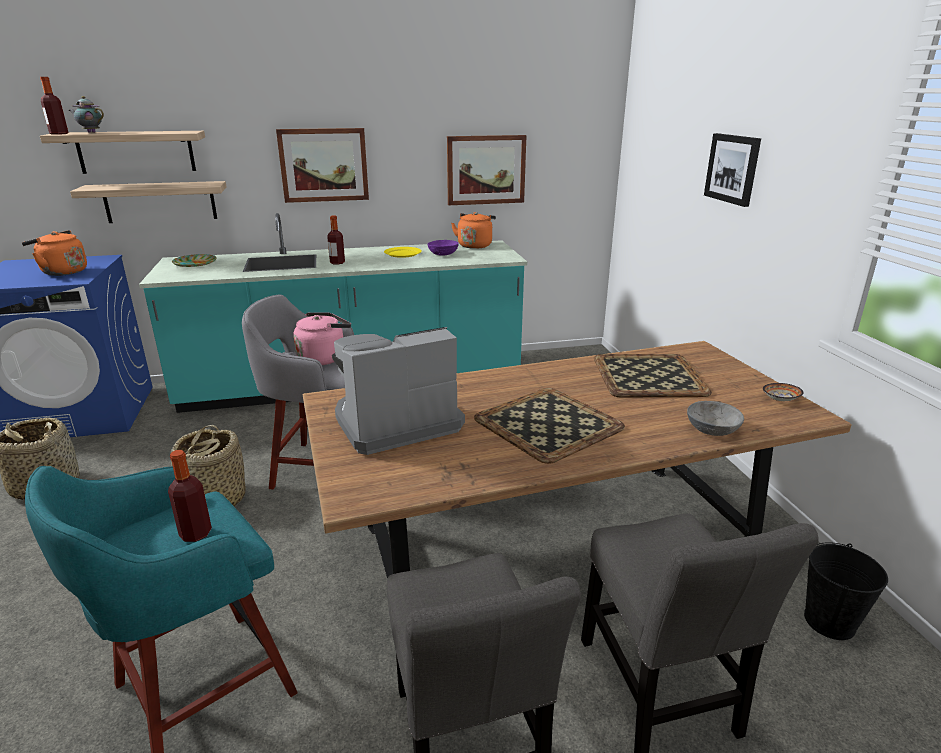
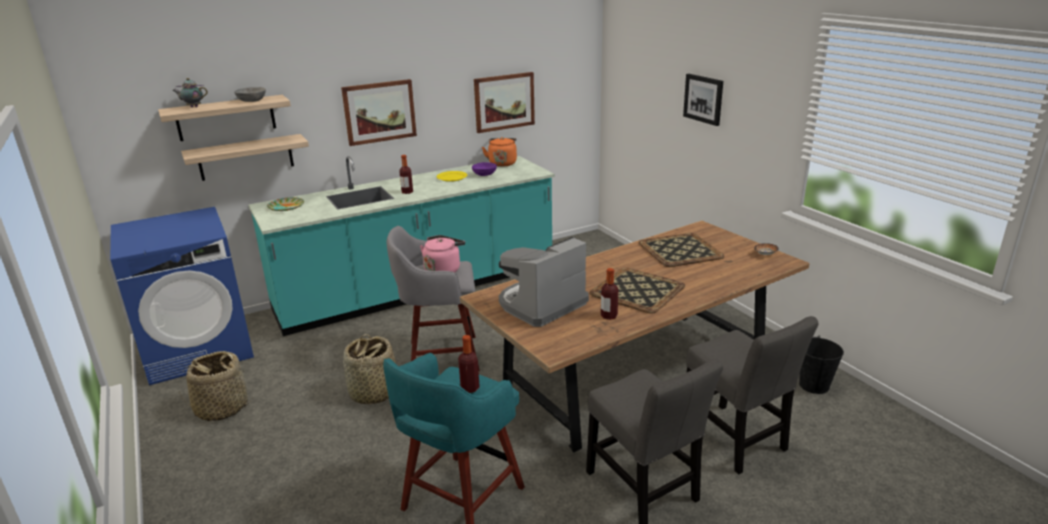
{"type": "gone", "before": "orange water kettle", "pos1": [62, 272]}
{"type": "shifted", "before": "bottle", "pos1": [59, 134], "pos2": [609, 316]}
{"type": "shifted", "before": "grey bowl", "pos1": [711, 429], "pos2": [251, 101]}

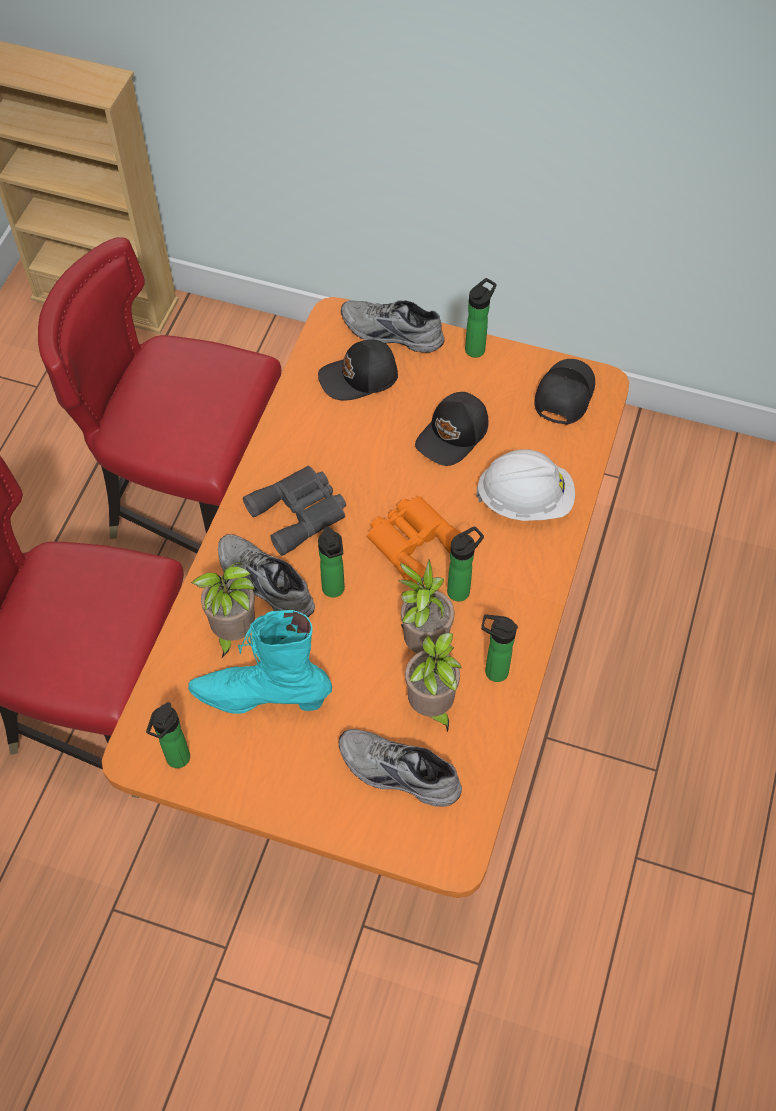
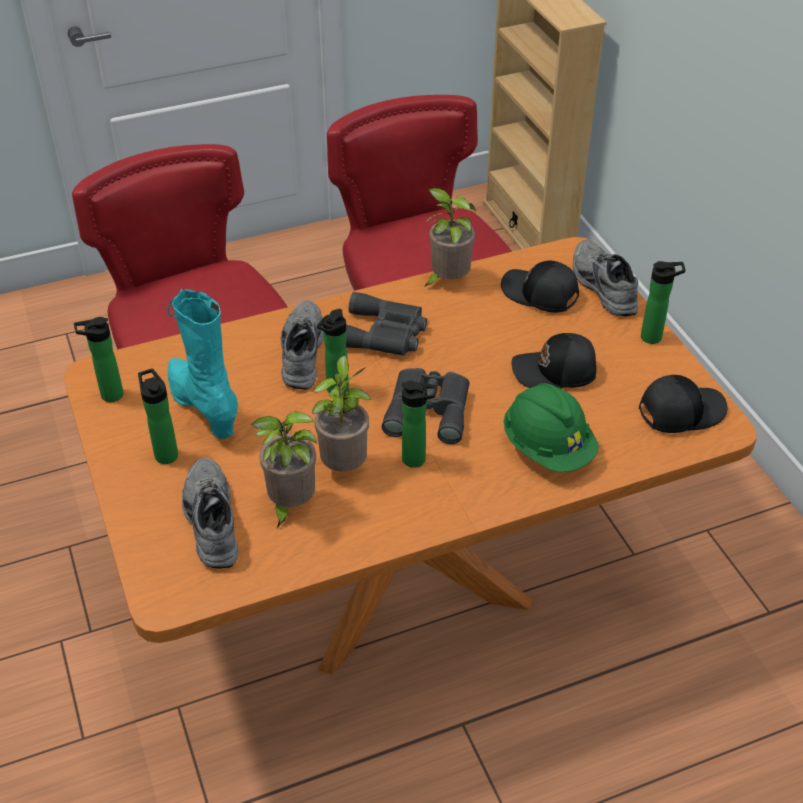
{"type": "shifted", "before": "potted plant", "pos1": [232, 633], "pos2": [447, 281]}
{"type": "shifted", "before": "bottle", "pos1": [492, 671], "pos2": [165, 453]}
{"type": "repainted", "before": "orange binoculars", "after": "grey binoculars", "pos1": [415, 543], "pos2": [429, 409]}
{"type": "repainted", "before": "white-coloured work helmet", "after": "green work helmet", "pos1": [525, 500], "pos2": [547, 448]}

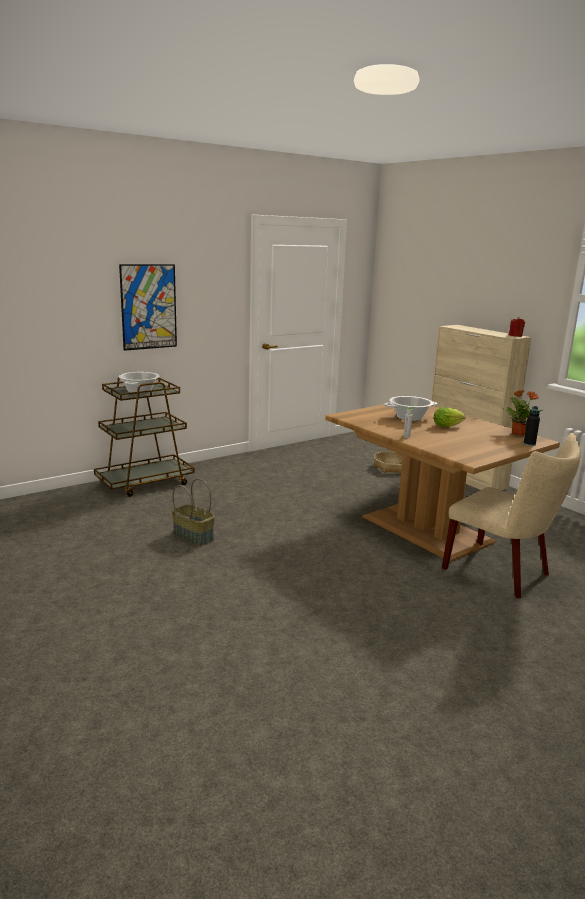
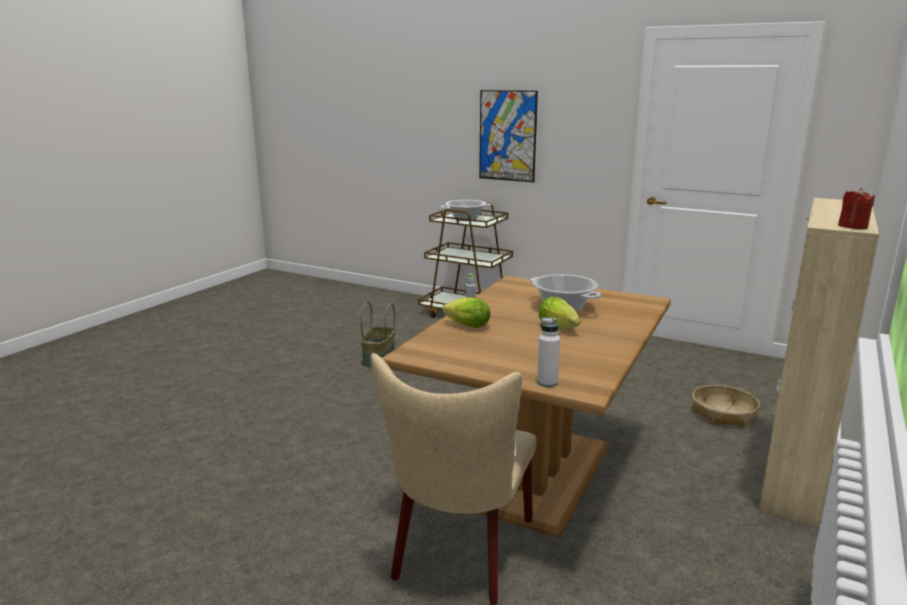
{"type": "gone", "before": "potted plant", "pos1": [518, 433]}
{"type": "new", "after": "head of lettuce", "pos2": [465, 326]}
{"type": "repainted", "before": "black-coloured bottle", "after": "white-coloured bottle", "pos1": [529, 444], "pos2": [547, 383]}

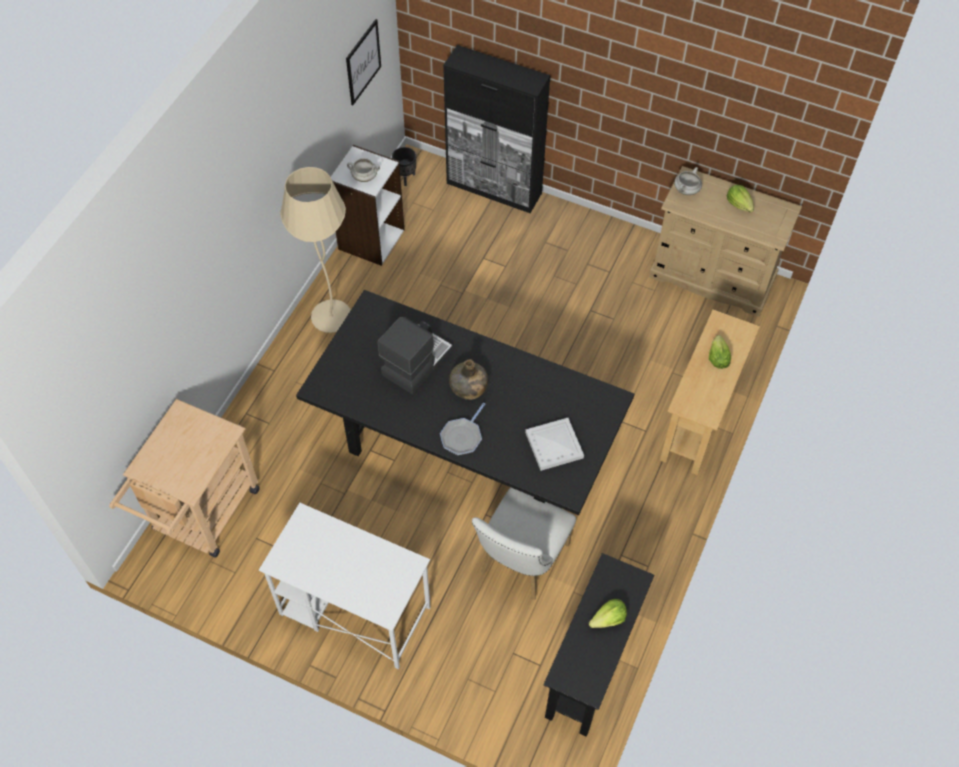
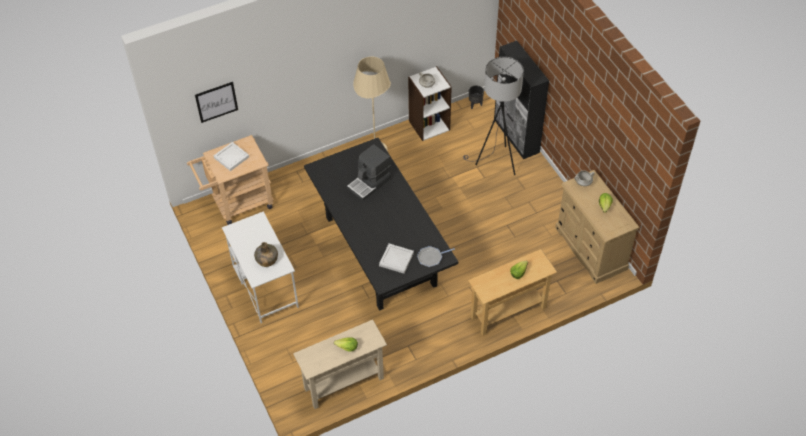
{"type": "gone", "before": "white-coloured plain chair", "pos1": [520, 563]}
{"type": "new", "after": "white-coloured tray", "pos2": [231, 157]}
{"type": "new", "after": "grey standing lamp", "pos2": [495, 163]}
{"type": "shifted", "before": "wall art", "pos1": [363, 62], "pos2": [216, 102]}
{"type": "shifted", "before": "skillet", "pos1": [462, 436], "pos2": [431, 257]}
{"type": "shifted", "before": "green bottle", "pos1": [468, 388], "pos2": [266, 260]}
{"type": "repainted", "before": "black-coloured hall table", "after": "sand-coloured hall table", "pos1": [590, 669], "pos2": [344, 383]}
{"type": "rotated", "before": "coffee machine", "pos1": [415, 362], "pos2": [369, 183], "turn": 150}

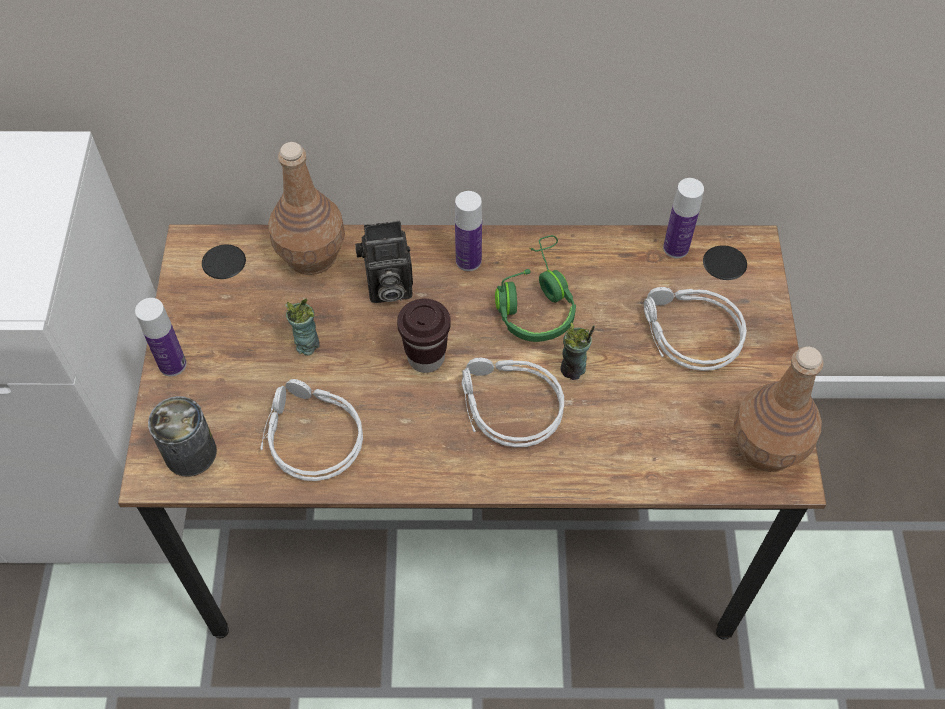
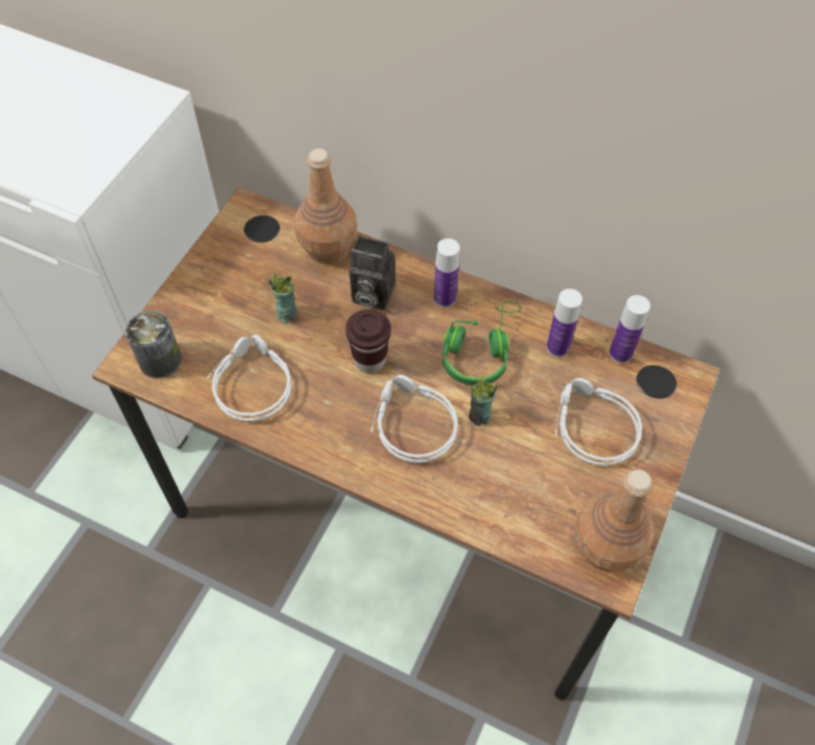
{"type": "shifted", "before": "bottle", "pos1": [172, 364], "pos2": [557, 347]}

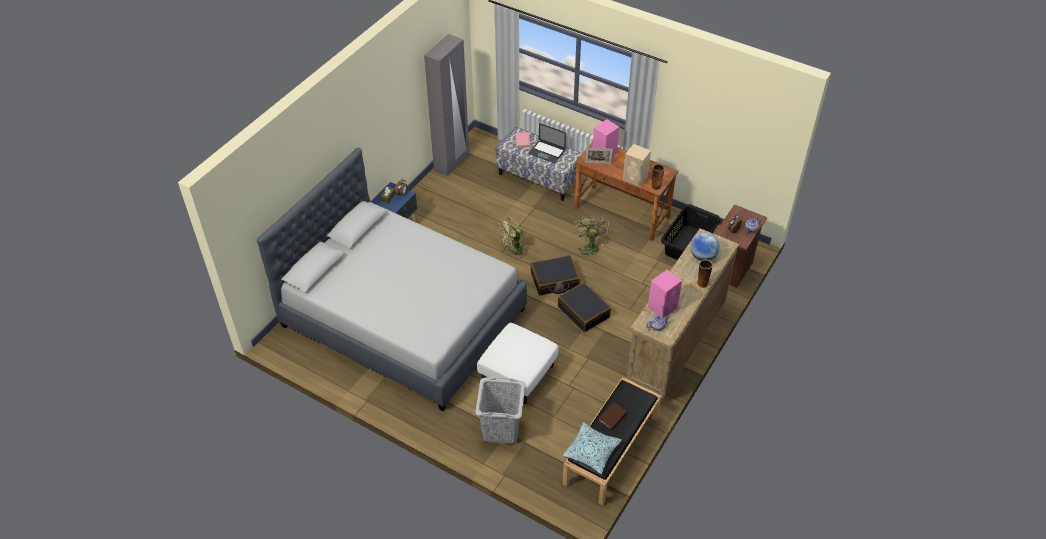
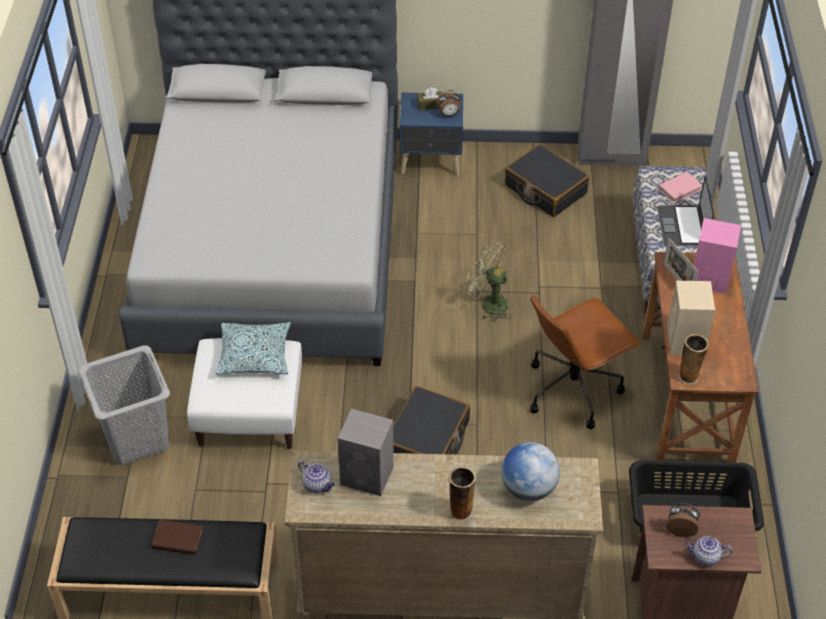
{"type": "shifted", "before": "black-coloured piece of luggage", "pos1": [554, 280], "pos2": [545, 189]}
{"type": "shifted", "before": "pillow", "pos1": [591, 451], "pos2": [254, 355]}
{"type": "swapped", "before": "green fan", "after": "brown computer chair", "pos1": [590, 246], "pos2": [573, 389]}
{"type": "repainted", "before": "pink-coloured speaker", "after": "grey speaker", "pos1": [663, 306], "pos2": [368, 476]}

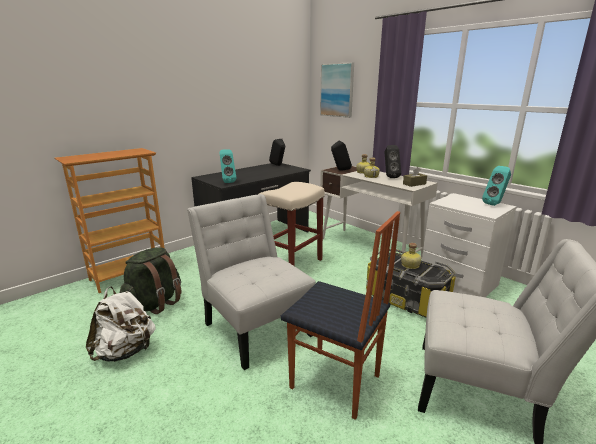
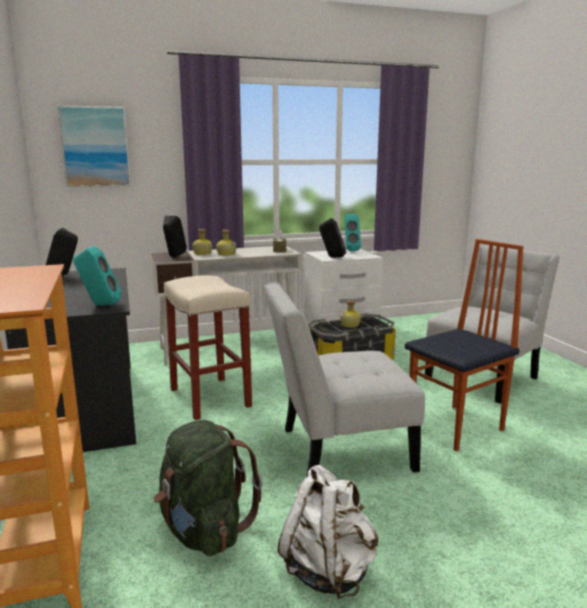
{"type": "shifted", "before": "black-coloured speaker", "pos1": [389, 177], "pos2": [332, 257]}

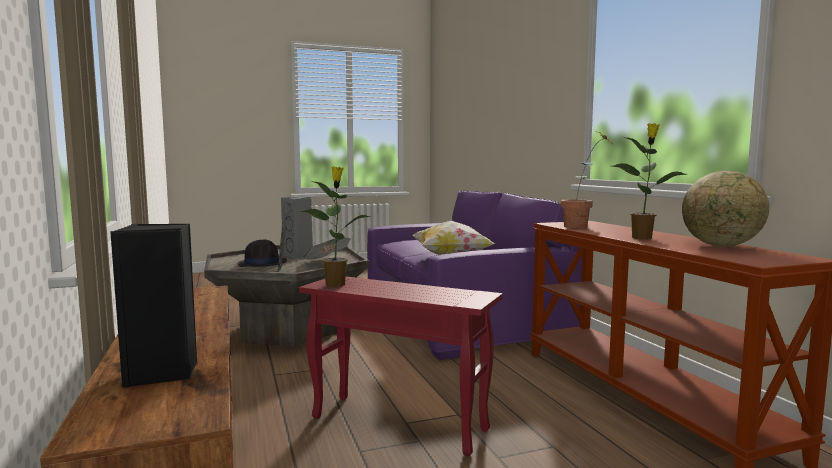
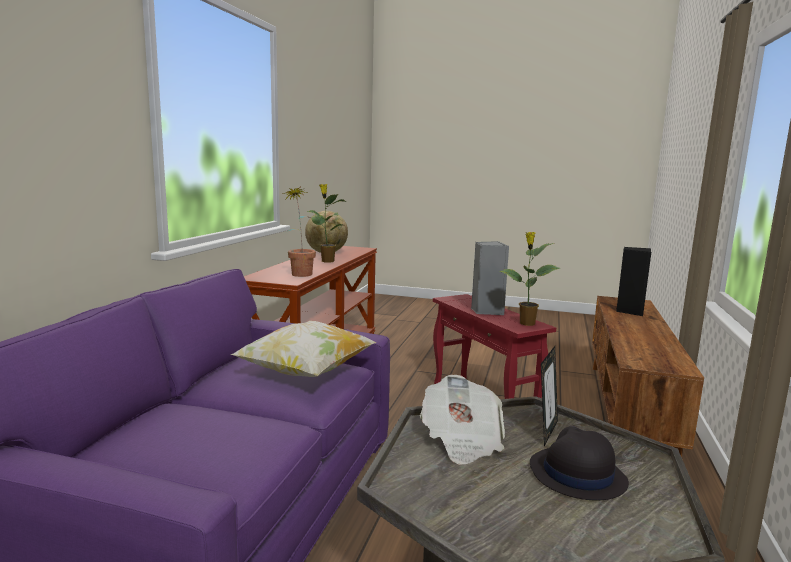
{"type": "shifted", "before": "grey speaker", "pos1": [298, 256], "pos2": [486, 311]}

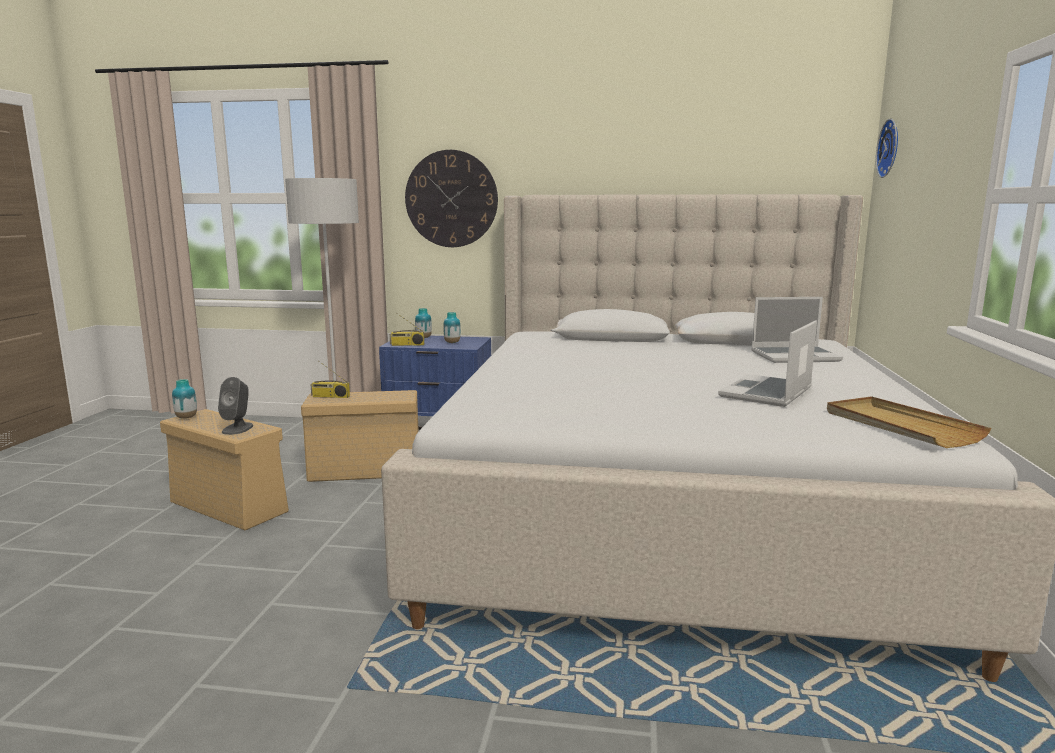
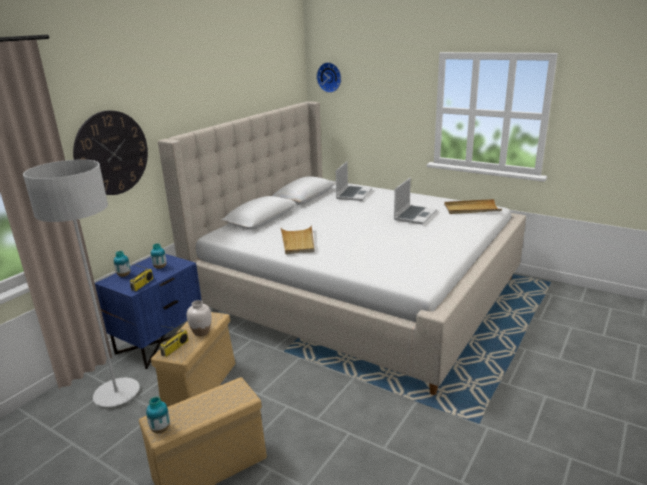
{"type": "gone", "before": "grey speaker", "pos1": [238, 428]}
{"type": "new", "after": "white-coloured decorative vase", "pos2": [201, 332]}
{"type": "new", "after": "sand-coloured tray", "pos2": [298, 242]}
{"type": "rotated", "before": "portable computer", "pos1": [767, 393], "pos2": [414, 215], "turn": -120}

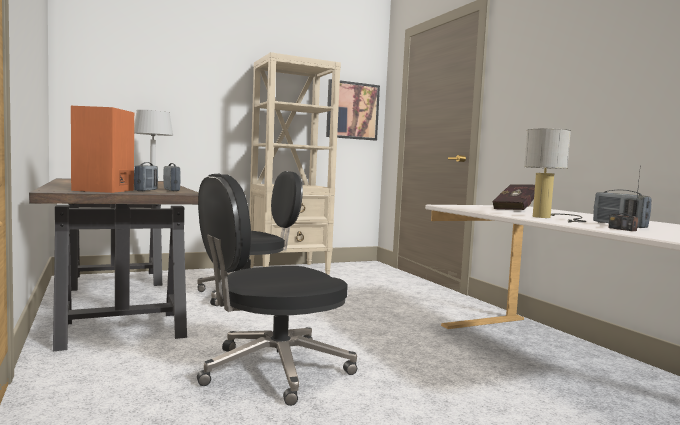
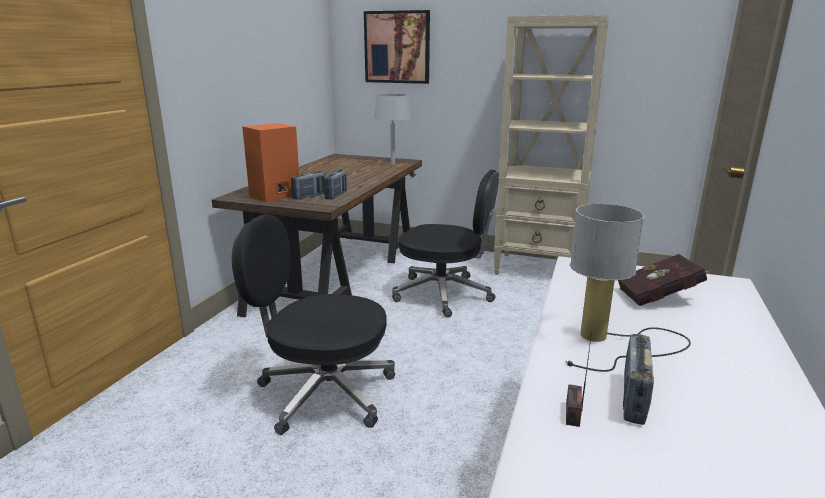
{"type": "shifted", "before": "wall art", "pos1": [352, 110], "pos2": [397, 47]}

